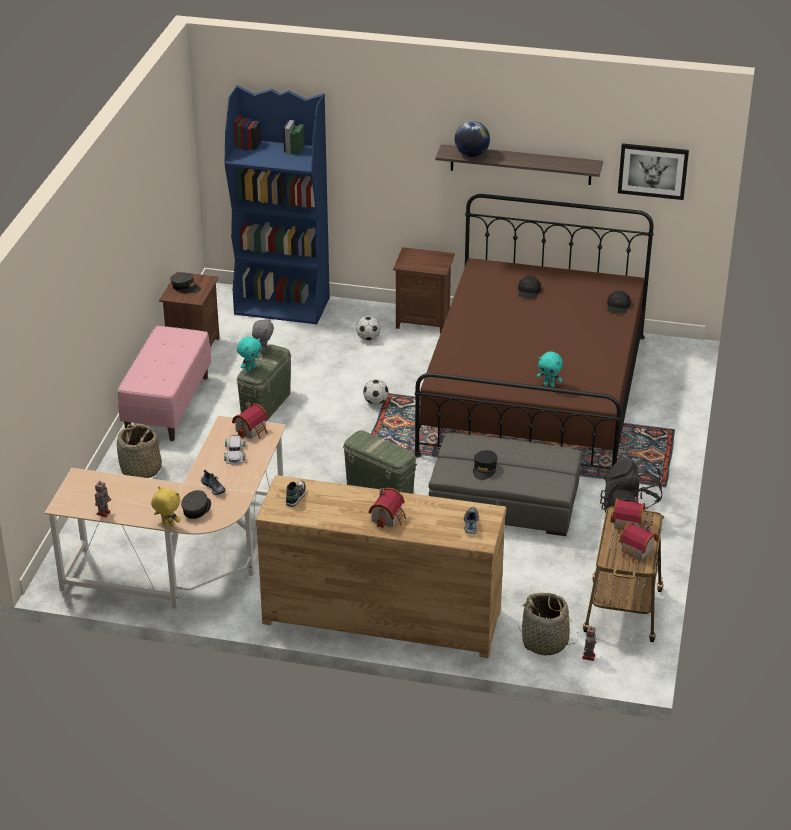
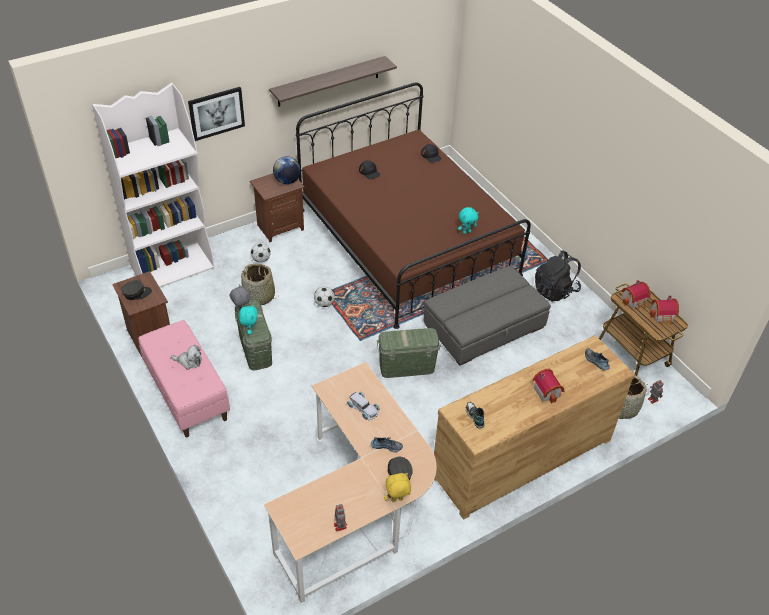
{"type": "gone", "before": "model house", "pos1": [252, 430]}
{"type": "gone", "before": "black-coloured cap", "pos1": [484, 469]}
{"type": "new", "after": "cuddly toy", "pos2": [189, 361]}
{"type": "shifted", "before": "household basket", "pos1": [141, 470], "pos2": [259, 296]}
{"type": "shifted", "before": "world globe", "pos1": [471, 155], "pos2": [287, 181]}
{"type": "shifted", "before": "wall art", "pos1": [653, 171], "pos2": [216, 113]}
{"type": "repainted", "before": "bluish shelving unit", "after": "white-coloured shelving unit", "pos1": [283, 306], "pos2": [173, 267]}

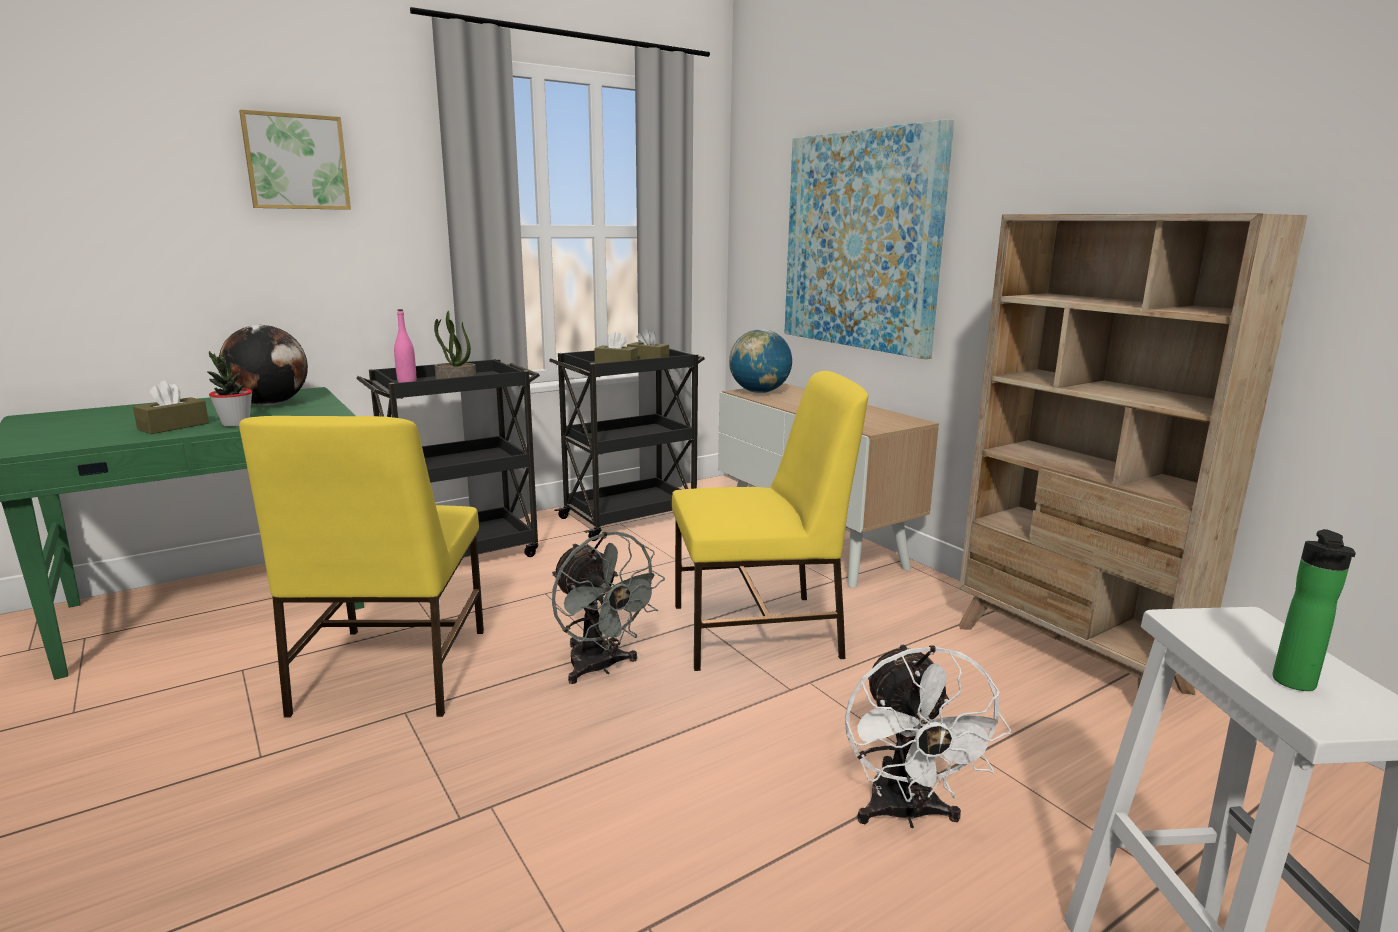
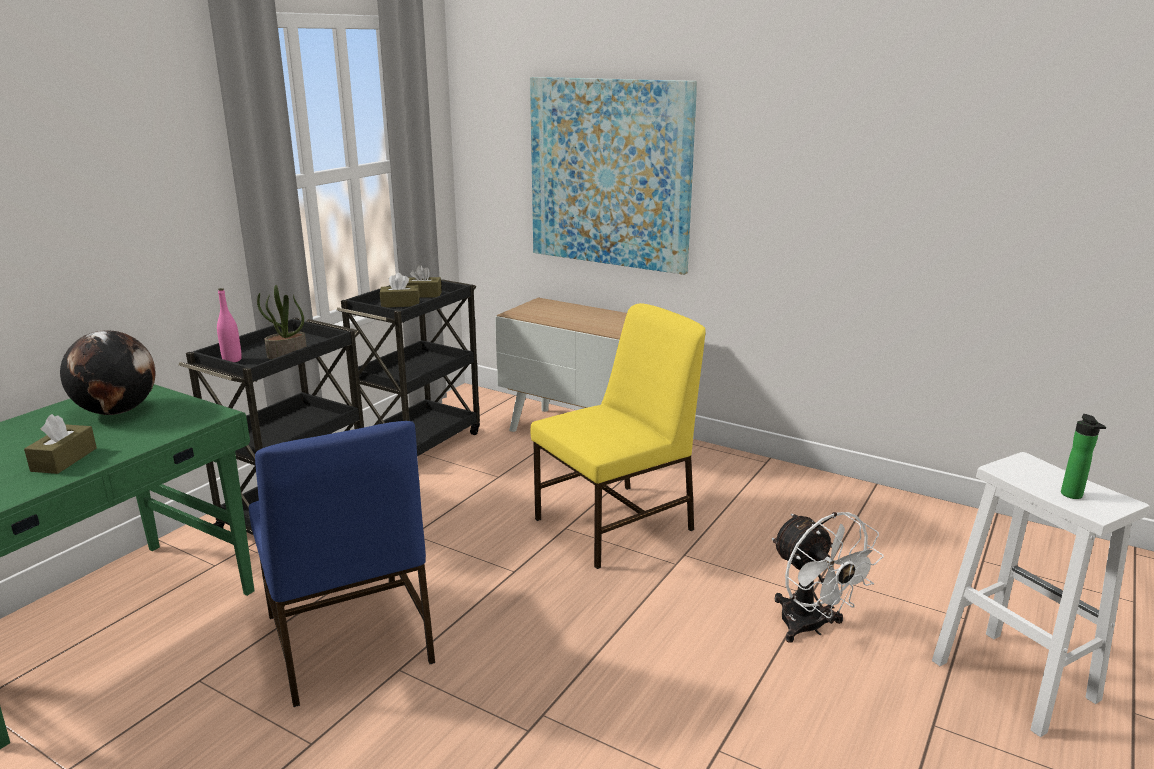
{"type": "gone", "before": "potted plant", "pos1": [235, 424]}
{"type": "gone", "before": "wall art", "pos1": [296, 162]}
{"type": "gone", "before": "grey fan", "pos1": [600, 668]}
{"type": "gone", "before": "world globe", "pos1": [759, 392]}
{"type": "gone", "before": "sand-coloured shelving unit", "pos1": [1068, 658]}
{"type": "repainted", "before": "yellowish plain chair", "after": "bluish plain chair", "pos1": [390, 672], "pos2": [348, 641]}

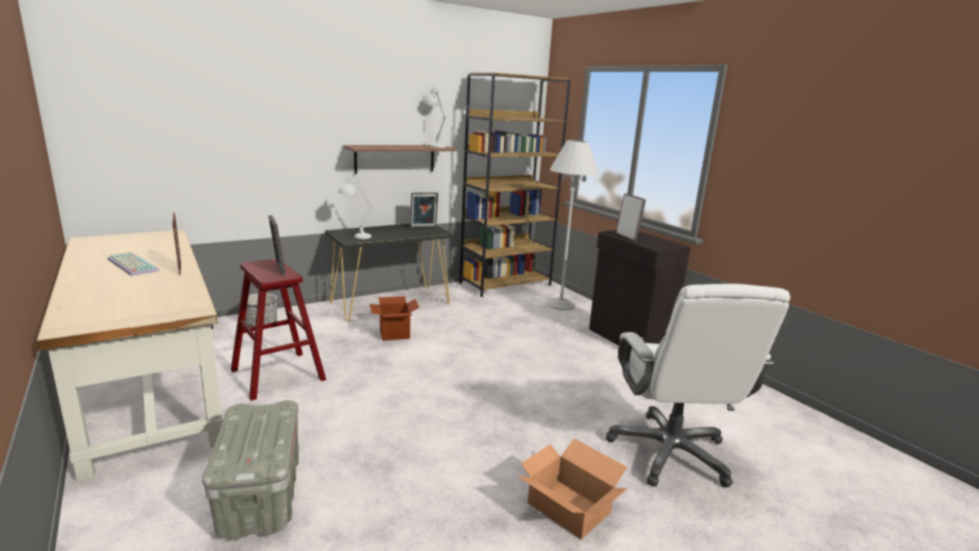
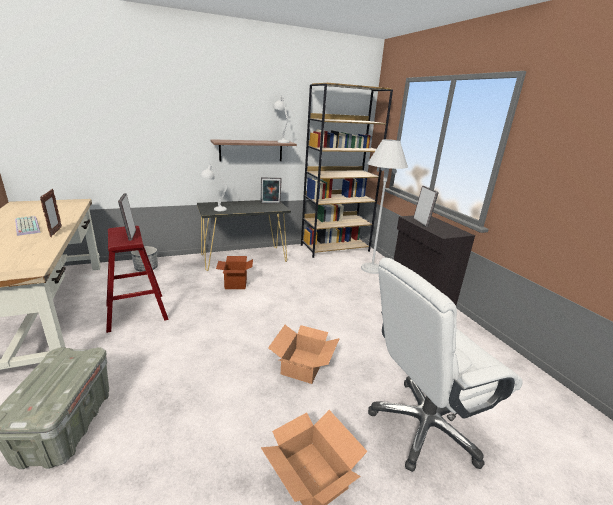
{"type": "new", "after": "packing box", "pos2": [304, 365]}
{"type": "rotated", "before": "white-coloured computer chair", "pos1": [670, 453], "pos2": [424, 426], "turn": 60}

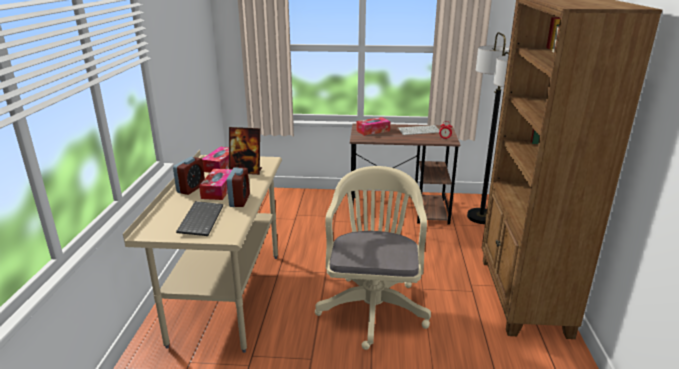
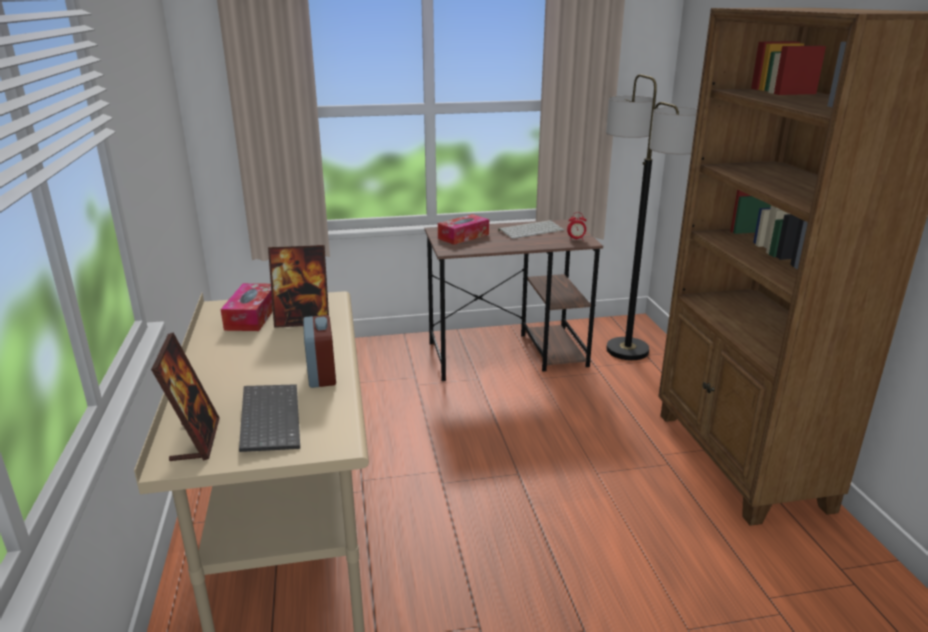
{"type": "gone", "before": "table clock", "pos1": [191, 188]}
{"type": "gone", "before": "tissue box", "pos1": [218, 190]}
{"type": "gone", "before": "sand-coloured computer chair", "pos1": [373, 306]}
{"type": "new", "after": "picture frame", "pos2": [195, 440]}

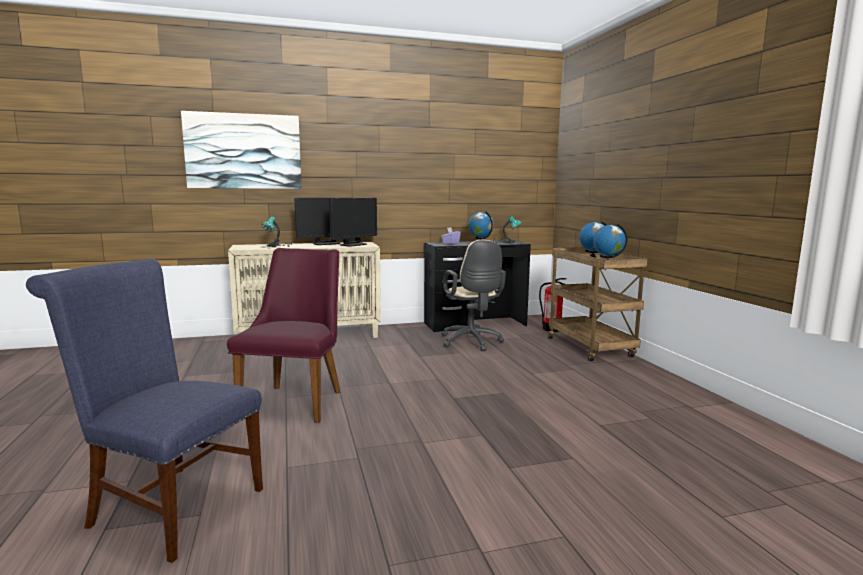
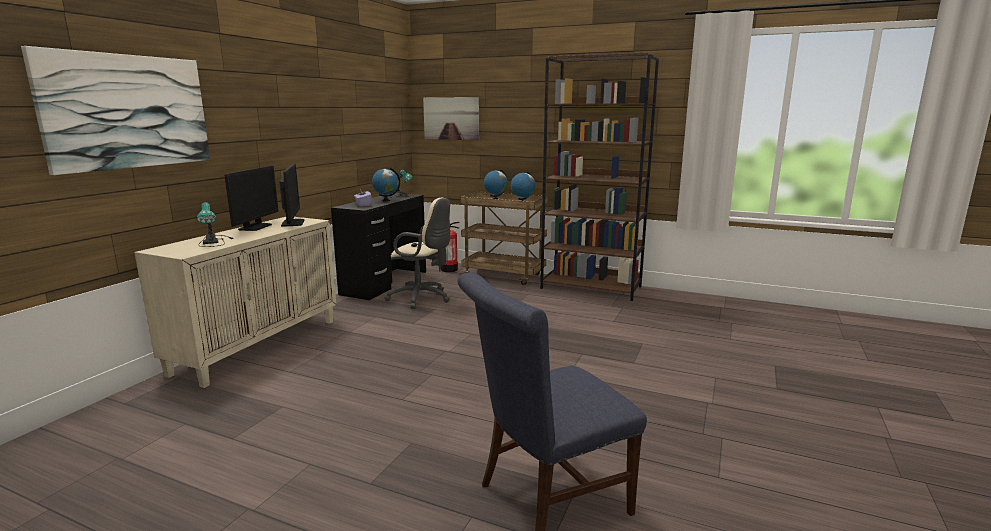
{"type": "gone", "before": "purple plain chair", "pos1": [297, 399]}
{"type": "new", "after": "wall art", "pos2": [451, 118]}
{"type": "new", "after": "brown shelving unit", "pos2": [591, 287]}

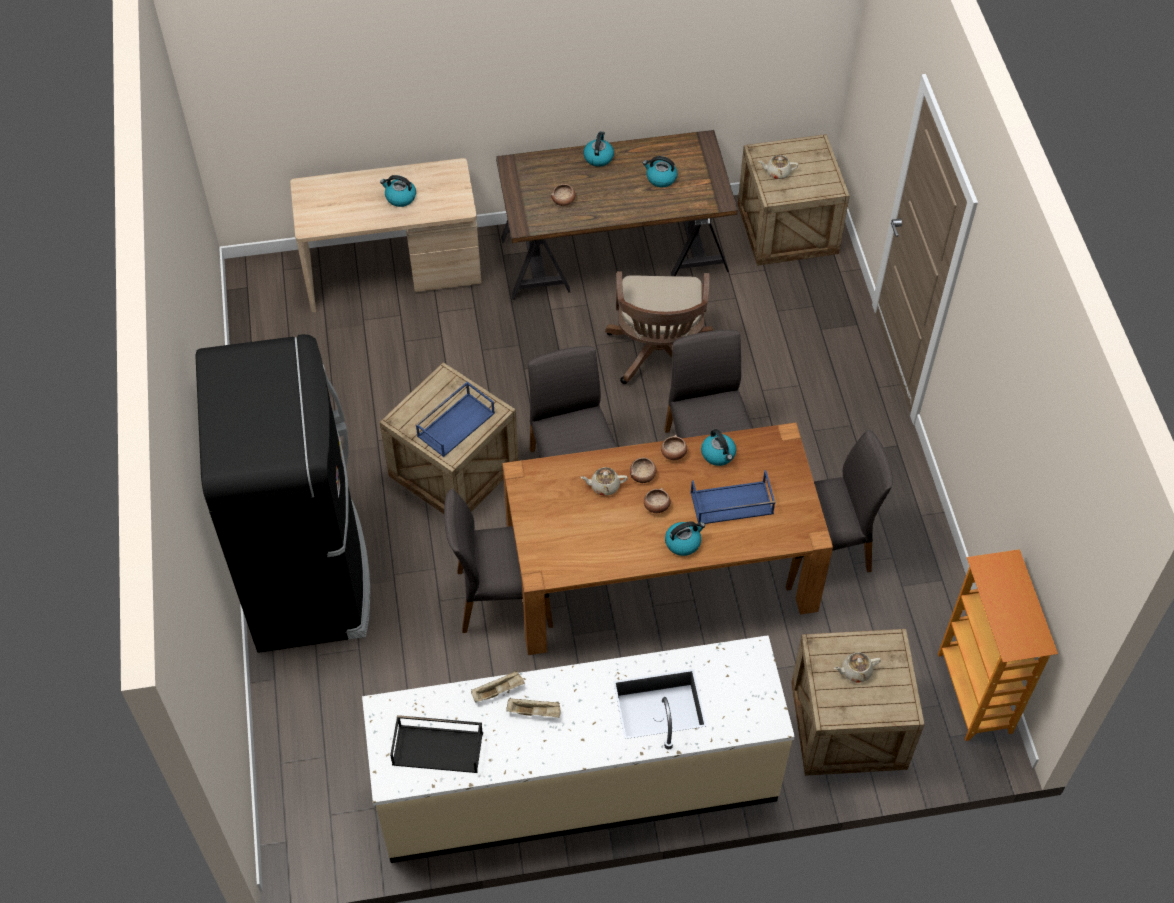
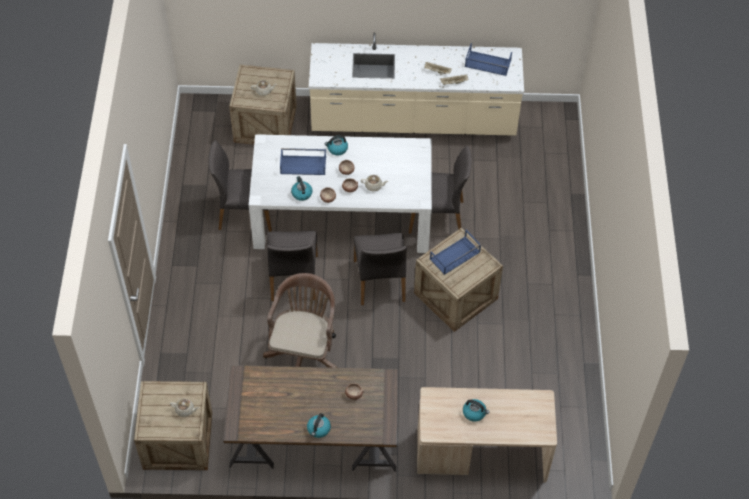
{"type": "gone", "before": "black-coloured fridge", "pos1": [309, 575]}
{"type": "gone", "before": "water kettle", "pos1": [660, 178]}
{"type": "gone", "before": "shelving unit", "pos1": [975, 693]}
{"type": "repainted", "before": "black-coloured tray", "after": "bluish tray", "pos1": [439, 748], "pos2": [487, 63]}
{"type": "repainted", "before": "brown kitchen table", "after": "white-coloured kitchen table", "pos1": [660, 570], "pos2": [342, 215]}

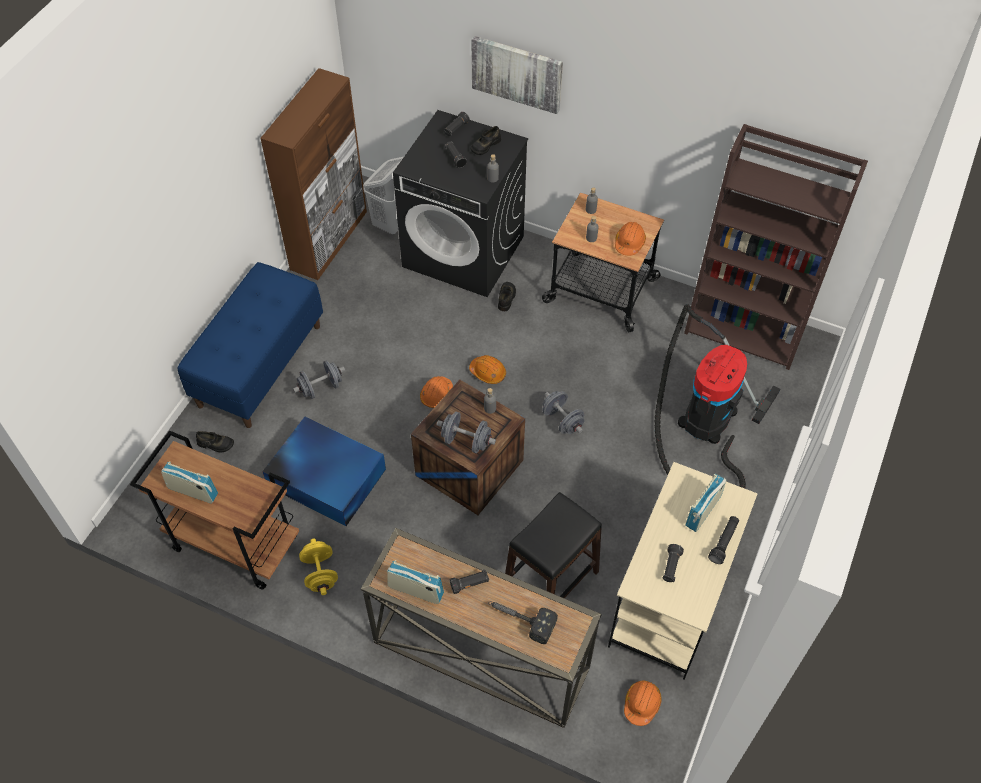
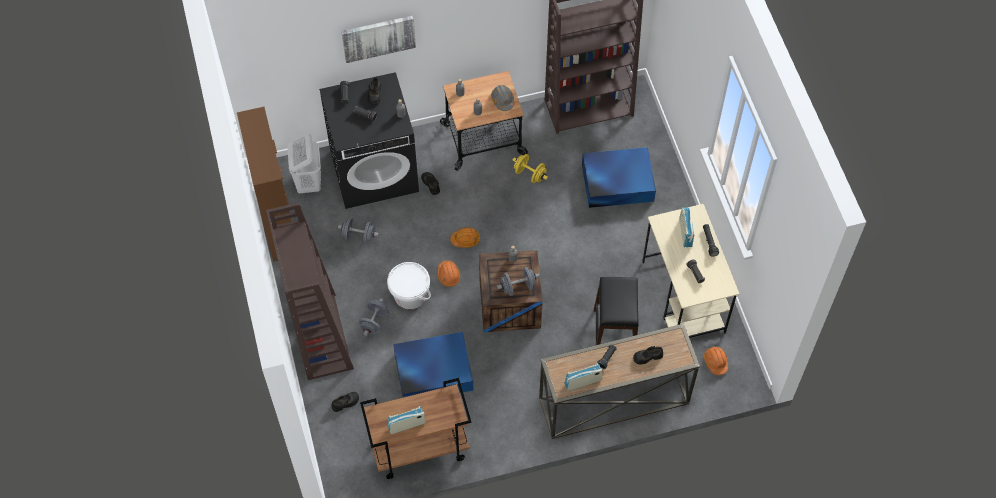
{"type": "new", "after": "white-coloured pail", "pos2": [410, 295]}
{"type": "shifted", "before": "yellowish hand weight", "pos1": [320, 573], "pos2": [529, 174]}
{"type": "shifted", "before": "grey hand weight", "pos1": [562, 420], "pos2": [359, 236]}
{"type": "swapped", "before": "bluish bench", "after": "brown shelving unit", "pos1": [260, 364], "pos2": [320, 335]}
{"type": "swapped", "before": "tool hammer", "after": "black-coloured shoe", "pos1": [519, 619], "pos2": [647, 356]}
{"type": "swapped", "before": "vacuum cleaner", "after": "bluish storage container", "pos1": [705, 424], "pos2": [616, 182]}
{"type": "repainted", "before": "orange work helmet", "after": "grey work helmet", "pos1": [629, 243], "pos2": [502, 100]}

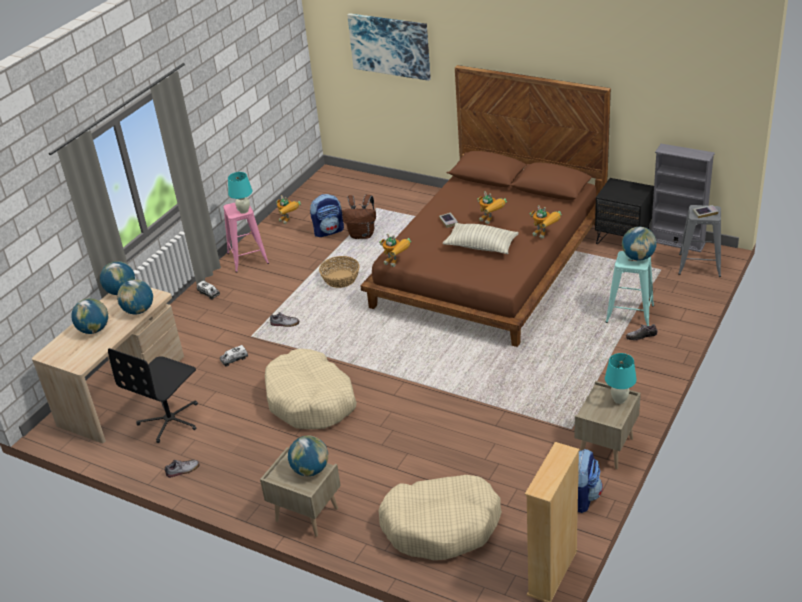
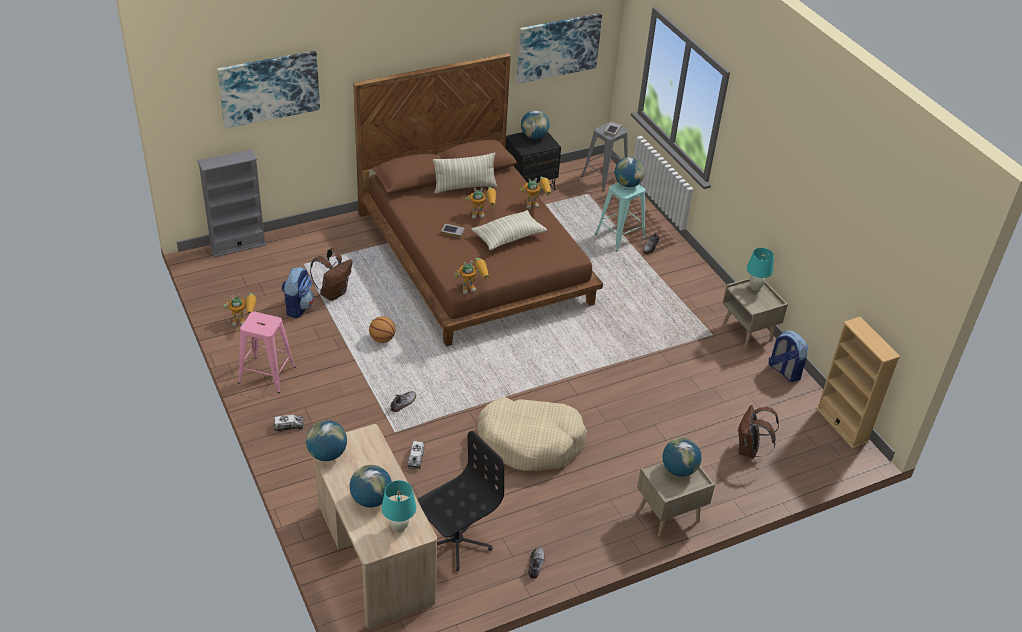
{"type": "new", "after": "pillow", "pos2": [464, 187]}
{"type": "new", "after": "wall art", "pos2": [558, 47]}
{"type": "shifted", "before": "world globe", "pos1": [139, 310], "pos2": [534, 136]}
{"type": "shifted", "before": "turquoise lamp for a table", "pos1": [244, 211], "pos2": [399, 528]}
{"type": "shifted", "before": "grey shelving unit", "pos1": [677, 242], "pos2": [238, 246]}
{"type": "swapped", "before": "household basket", "after": "ball for basketball", "pos1": [341, 279], "pos2": [382, 339]}
{"type": "swapped", "before": "sand-coloured pet bed", "after": "brown backpack", "pos1": [441, 525], "pos2": [749, 450]}
{"type": "rotated", "before": "black-coloured computer chair", "pos1": [170, 420], "pos2": [456, 541], "turn": -105}

